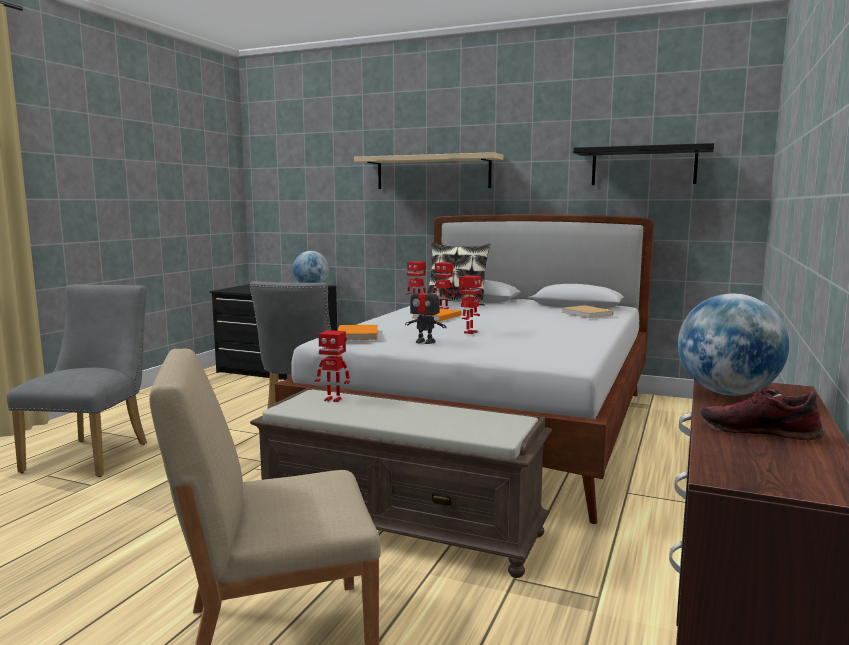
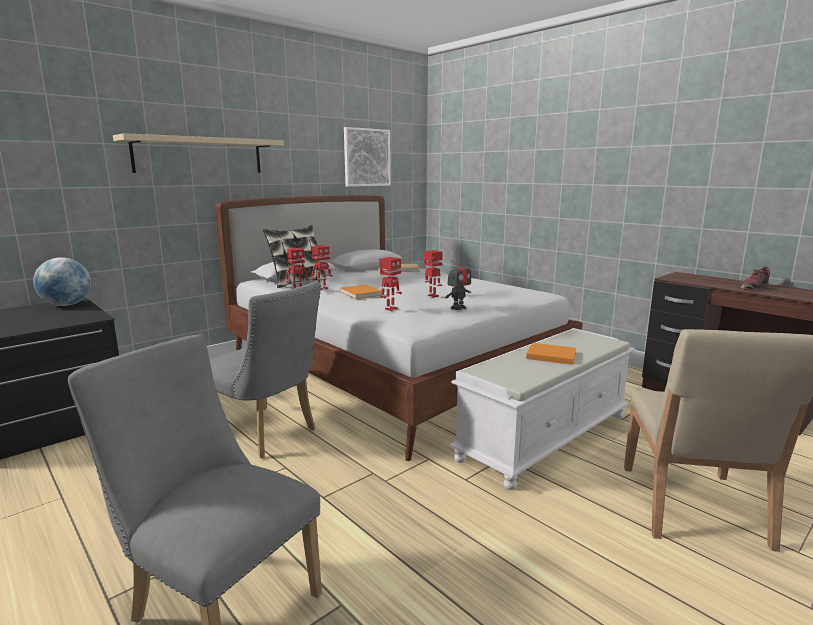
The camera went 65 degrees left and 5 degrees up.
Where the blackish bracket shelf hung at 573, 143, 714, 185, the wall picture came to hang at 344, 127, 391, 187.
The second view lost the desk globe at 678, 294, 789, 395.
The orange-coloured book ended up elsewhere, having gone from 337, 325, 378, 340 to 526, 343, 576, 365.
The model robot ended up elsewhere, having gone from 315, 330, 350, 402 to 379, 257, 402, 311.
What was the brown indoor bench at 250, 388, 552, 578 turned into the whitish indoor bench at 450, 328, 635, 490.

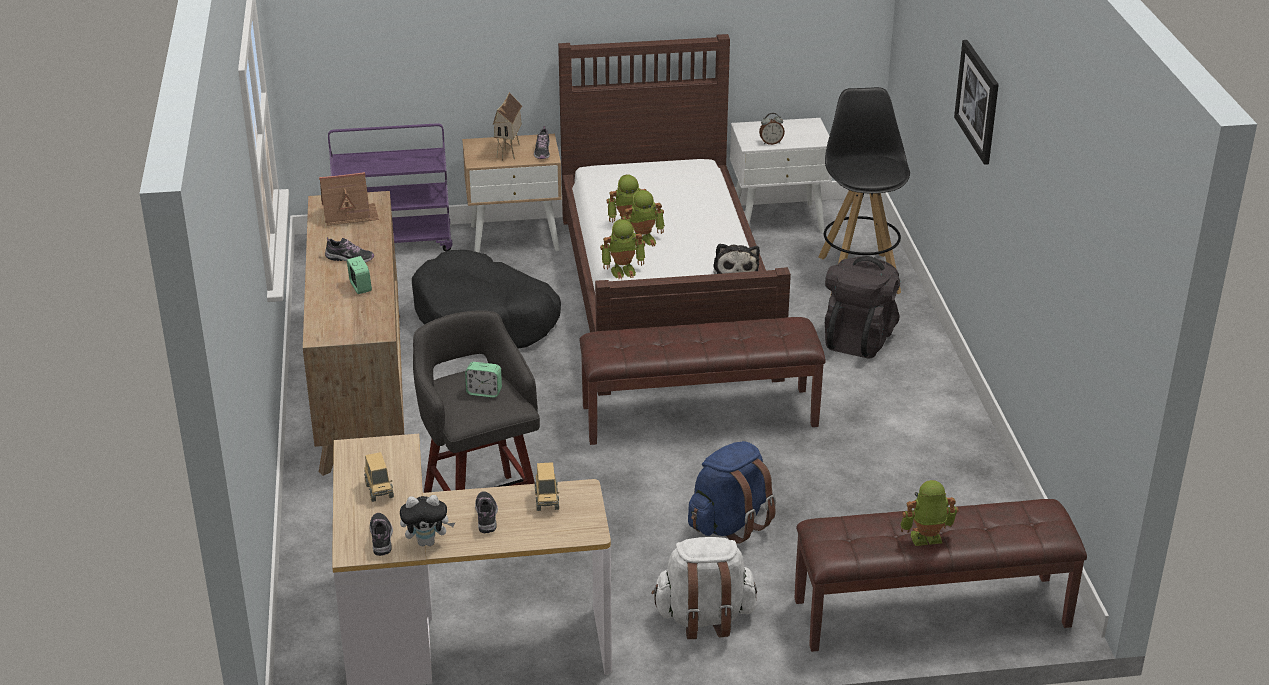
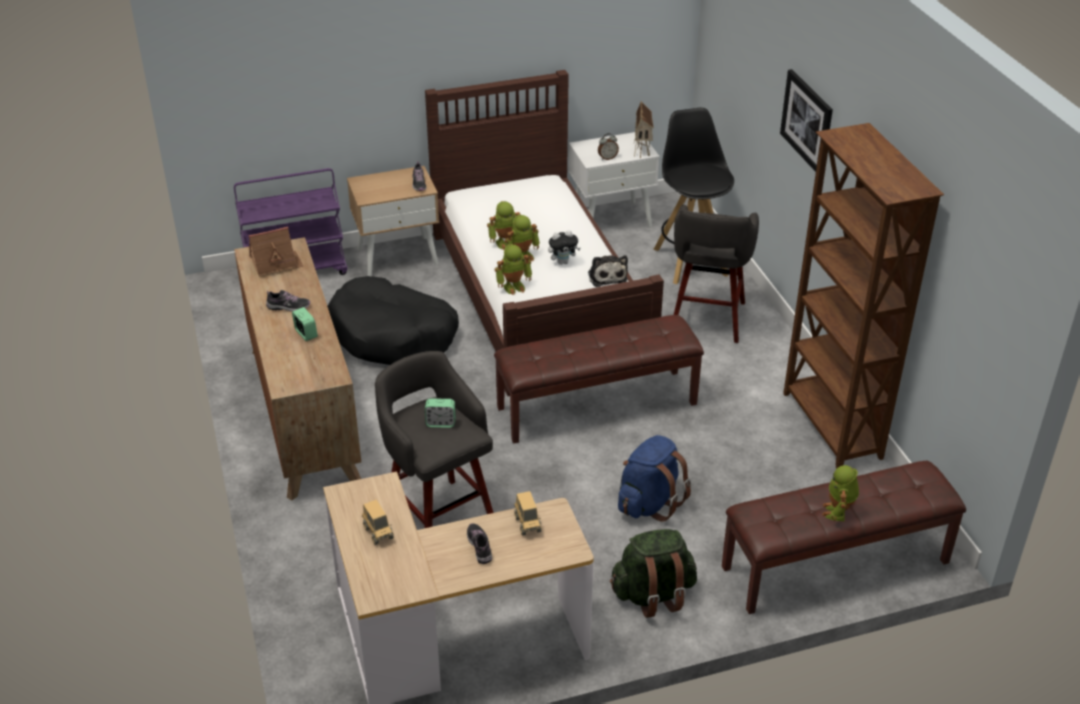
The camera went 10 degrees left and 5 degrees up.
The miniature house ended up elsewhere, having gone from 493, 92, 522, 161 to 634, 102, 654, 158.
Where the blackish backpack stood at 825, 256, 900, 358, the gray stool seat came to stand at 674, 204, 759, 343.
The model robot at 900, 480, 959, 546 ended up facing another way, 60 degrees counterclockwise from before.
The cuddly toy ended up elsewhere, having gone from 400, 495, 455, 546 to 548, 230, 581, 265.
The second view lost the item of footwear at 370, 513, 393, 556.
What was the whitish backpack at 652, 537, 757, 639 turned into the greenish backpack at 610, 529, 697, 618.
The second view gained the brown bookcase at 783, 123, 944, 469.

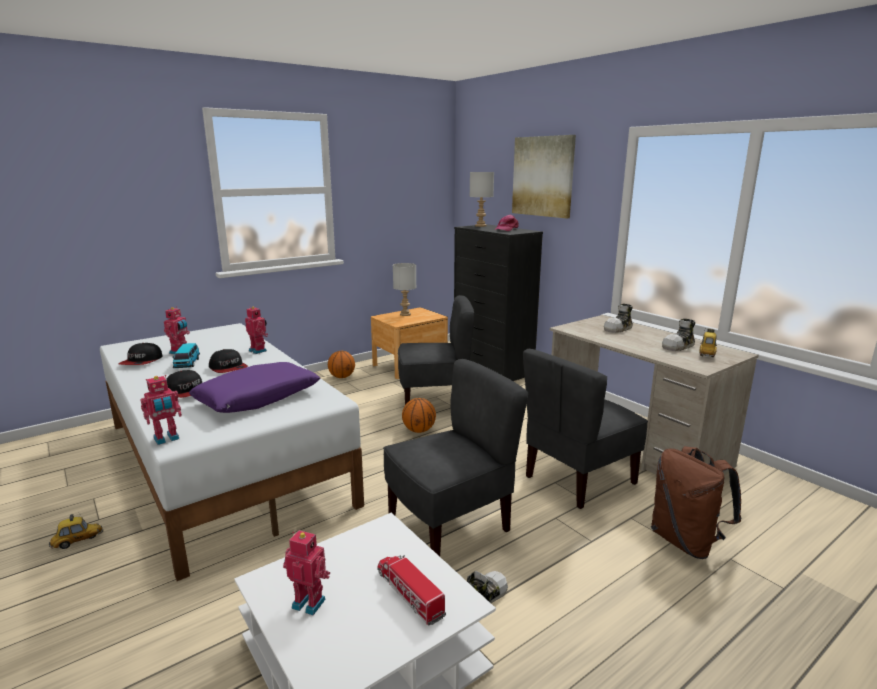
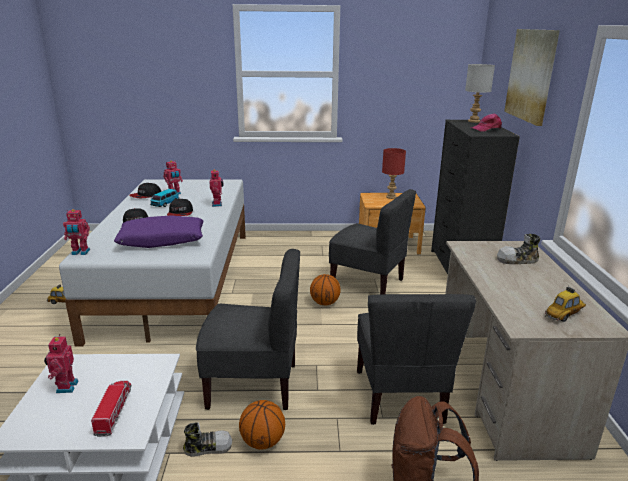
The camera went 35 degrees right and 5 degrees up.
What was the gray tabletop lamp at 393, 263, 416, 316 turned into the red-coloured tabletop lamp at 382, 148, 406, 199.
The second view lost the item of footwear at 662, 319, 695, 351.
The gray plain chair at 523, 349, 648, 509 ended up facing another way, 90 degrees counterclockwise from before.
The basketball ended up elsewhere, having gone from 328, 351, 355, 378 to 239, 400, 285, 450.
The model robot at 283, 530, 330, 615 ended up facing another way, 150 degrees counterclockwise from before.

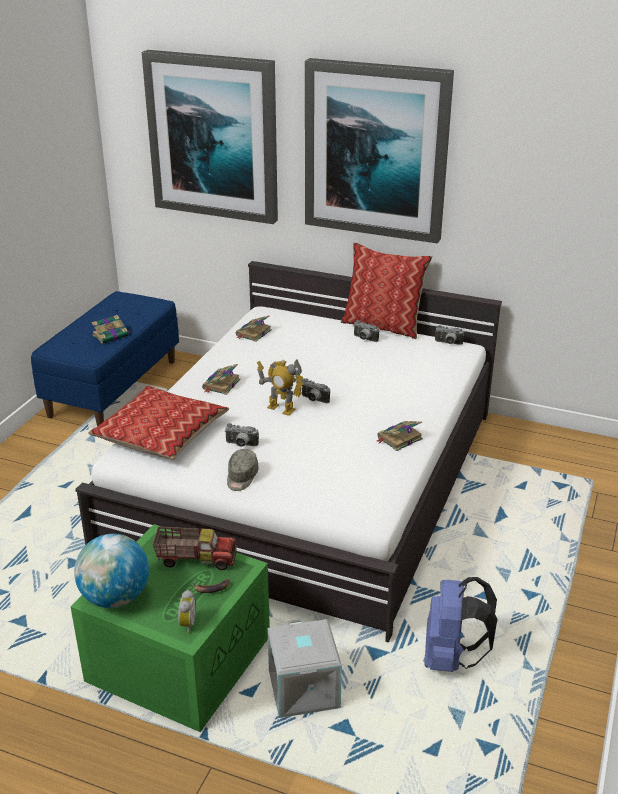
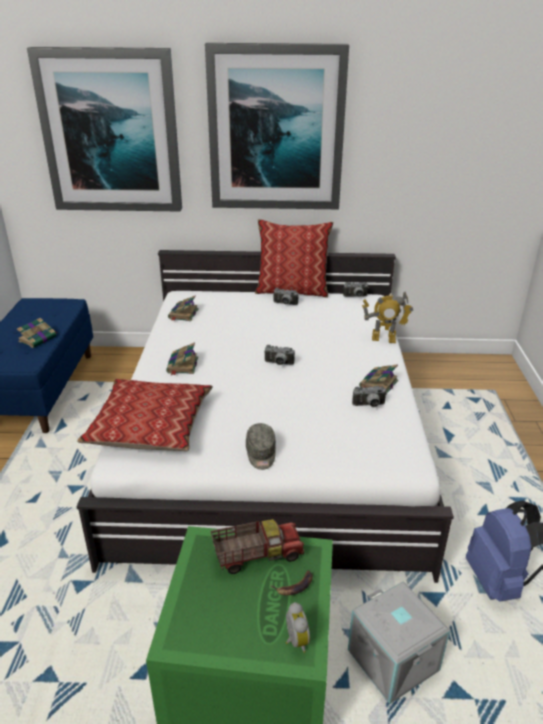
The camera went 20 degrees left and 0 degrees up.
The model robot ended up elsewhere, having gone from 257, 359, 306, 416 to 362, 292, 413, 343.
The still camera ended up elsewhere, having gone from 225, 423, 259, 447 to 352, 386, 386, 407.
The second view lost the desk globe at 74, 534, 149, 608.

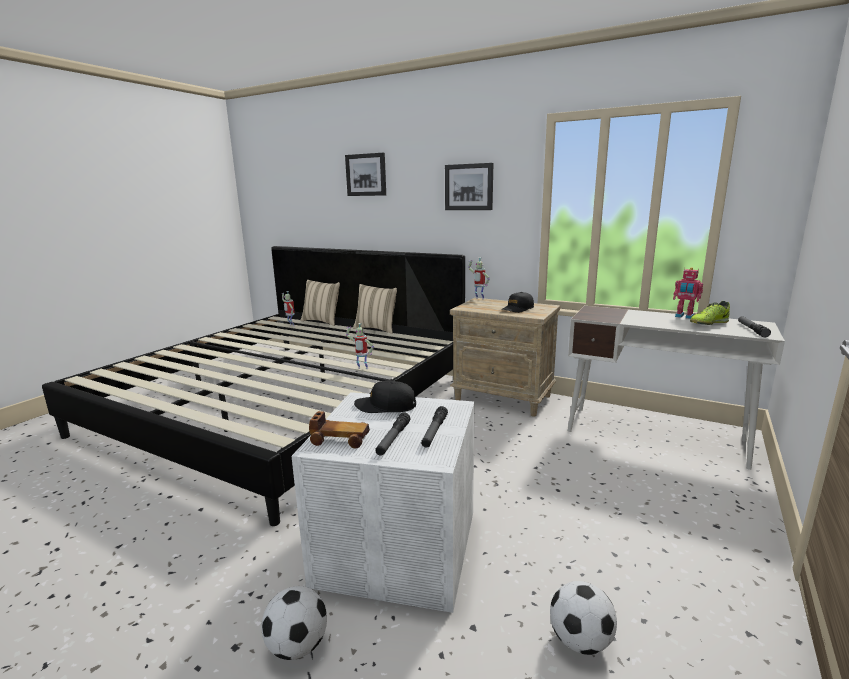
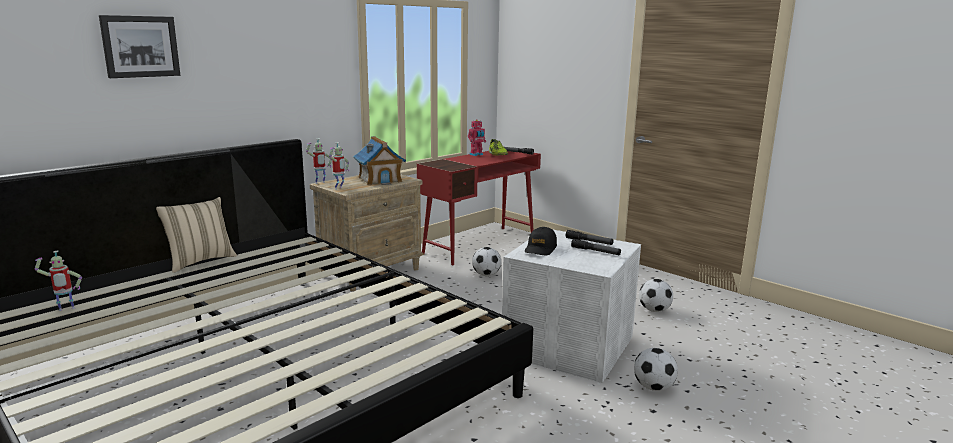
The camera went 75 degrees left and 0 degrees up.
The second view lost the wall picture at 445, 163, 493, 210.
The second view lost the beige cushion at 300, 280, 340, 326.
Where the blackish peaked cap stood at 502, 292, 534, 313, the miniature house came to stand at 353, 136, 406, 185.
What was the whitish desk table at 568, 306, 785, 470 turned into the red-coloured desk table at 417, 151, 541, 265.
The model robot ended up elsewhere, having gone from 346, 323, 374, 369 to 329, 143, 349, 190.
The second view lost the model car at 309, 411, 370, 448.
The second view gained the football at 472, 247, 501, 276.

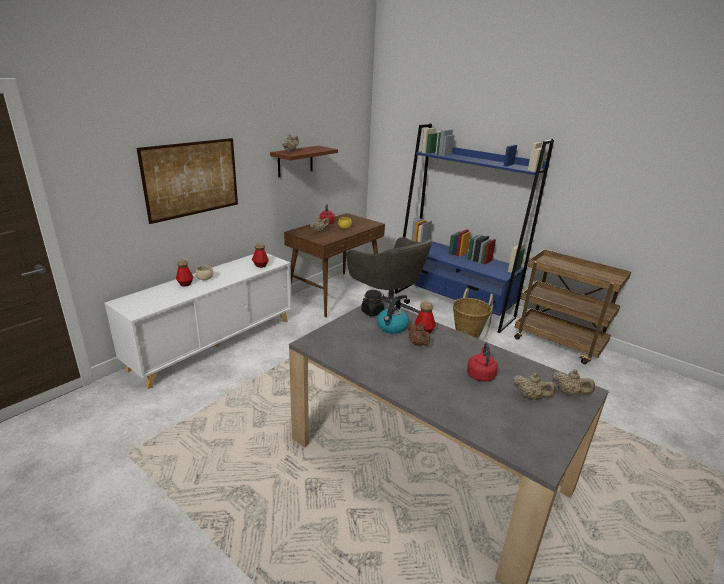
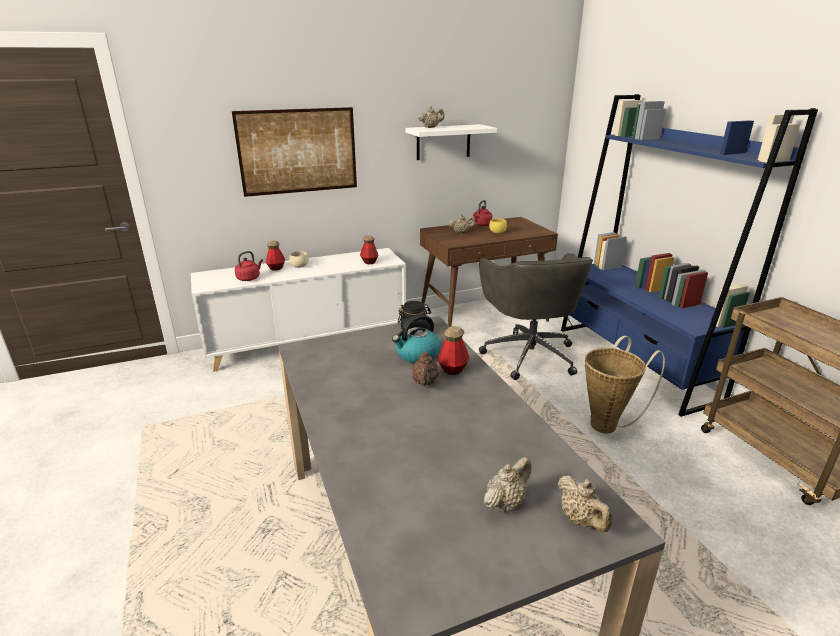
The camera went 30 degrees right and 0 degrees up.
What was the brown bracket shelf at 270, 146, 338, 177 turned into the whitish bracket shelf at 406, 124, 497, 160.
The red-coloured tea kettle ended up elsewhere, having gone from 467, 343, 498, 382 to 235, 251, 263, 281.
The beige tea pot at 513, 372, 555, 399 ended up facing another way, 105 degrees counterclockwise from before.

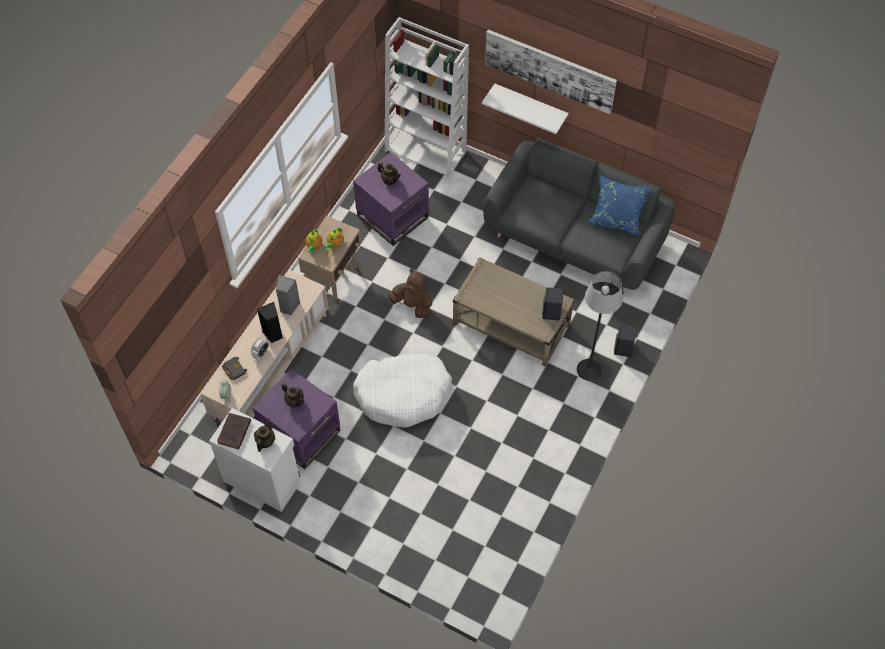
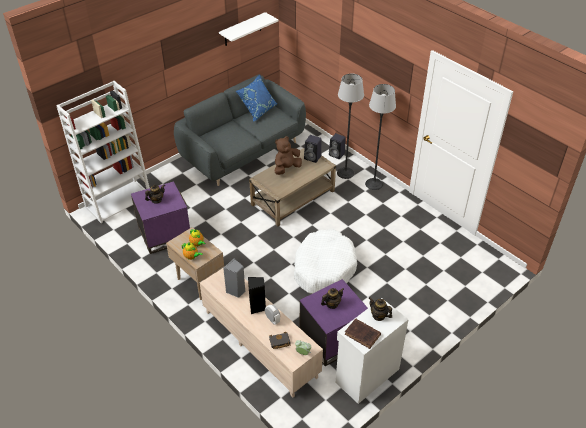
The camera went 70 degrees left and 15 degrees down.
The second view lost the wall picture at 485, 30, 617, 114.
The whitish bracket shelf ended up elsewhere, having gone from 482, 84, 569, 134 to 219, 12, 278, 46.
The brown cuddly toy ended up elsewhere, having gone from 388, 269, 432, 318 to 275, 136, 302, 175.
The second view gained the floor lamp at 365, 84, 396, 190.

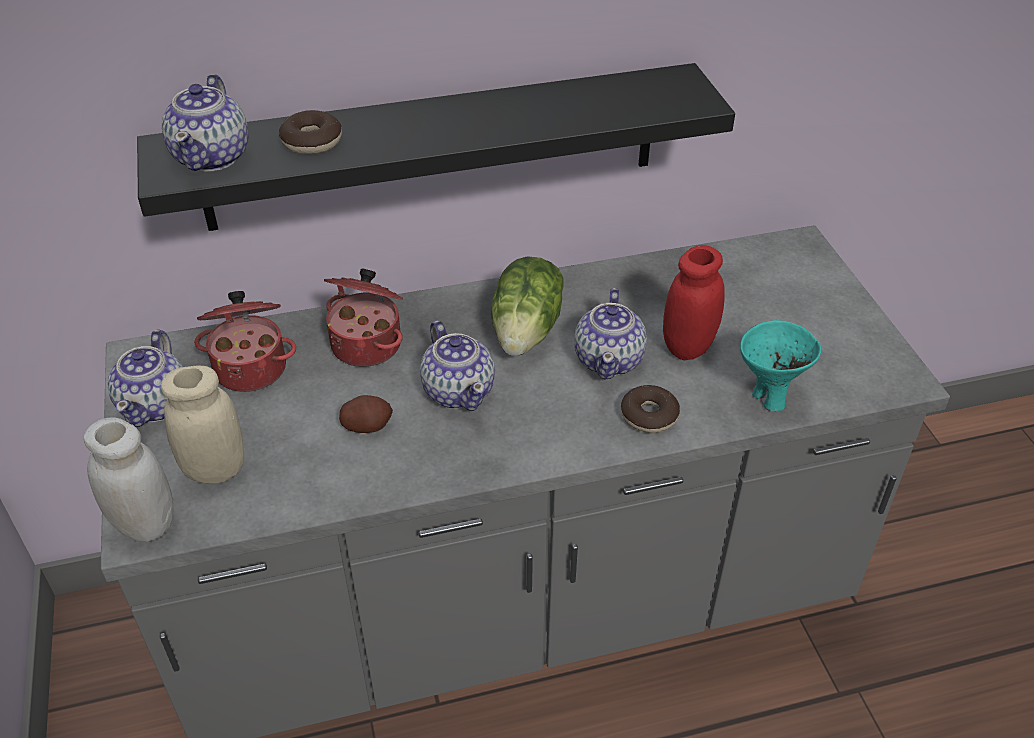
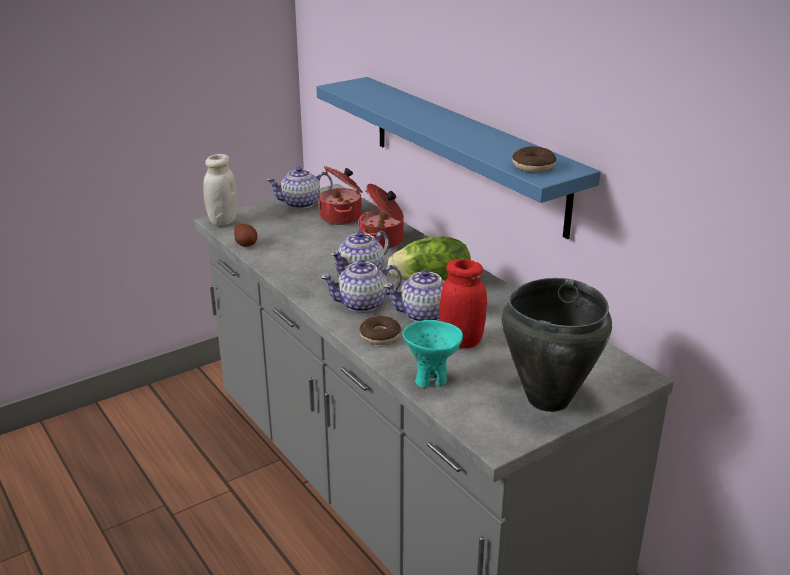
The camera went 70 degrees right and 15 degrees down.
What was the blackish bracket shelf at 137, 63, 735, 231 turned into the blue bracket shelf at 316, 77, 601, 239.
The tea pot ended up elsewhere, having gone from 162, 74, 249, 172 to 320, 260, 402, 312.
The donut ended up elsewhere, having gone from 279, 110, 342, 154 to 512, 146, 556, 173.
The second view lost the beige jar at 161, 366, 244, 483.
The spud ended up elsewhere, having gone from 339, 395, 393, 433 to 234, 224, 257, 247.
The second view gained the blackish stockpot at 502, 278, 612, 412.

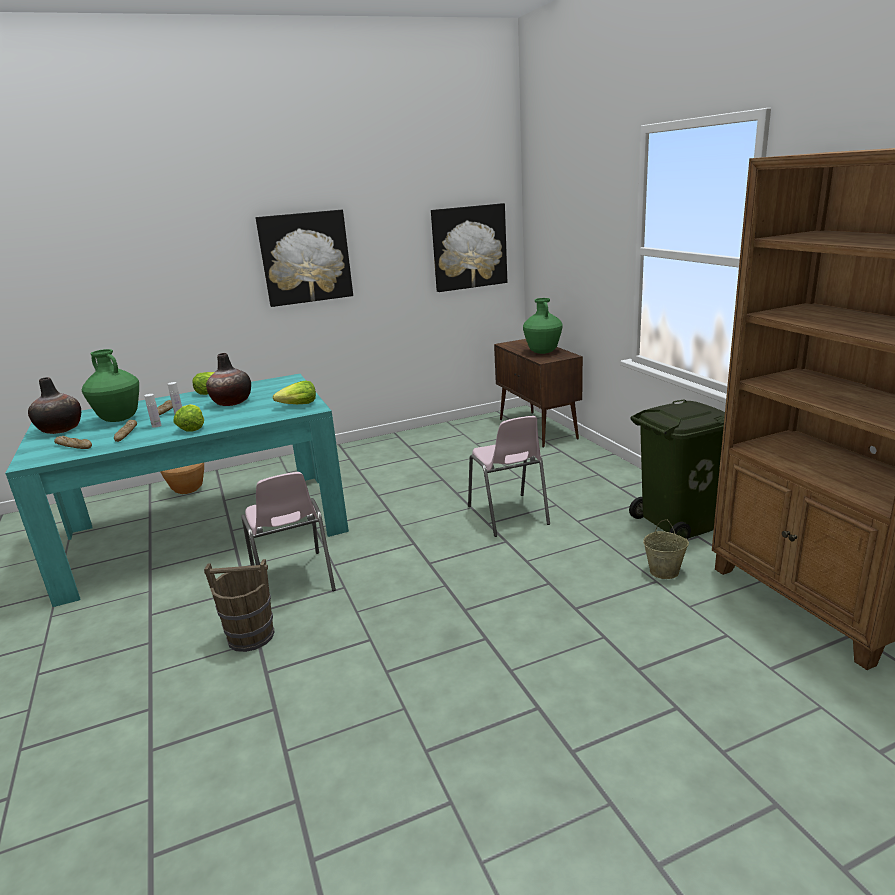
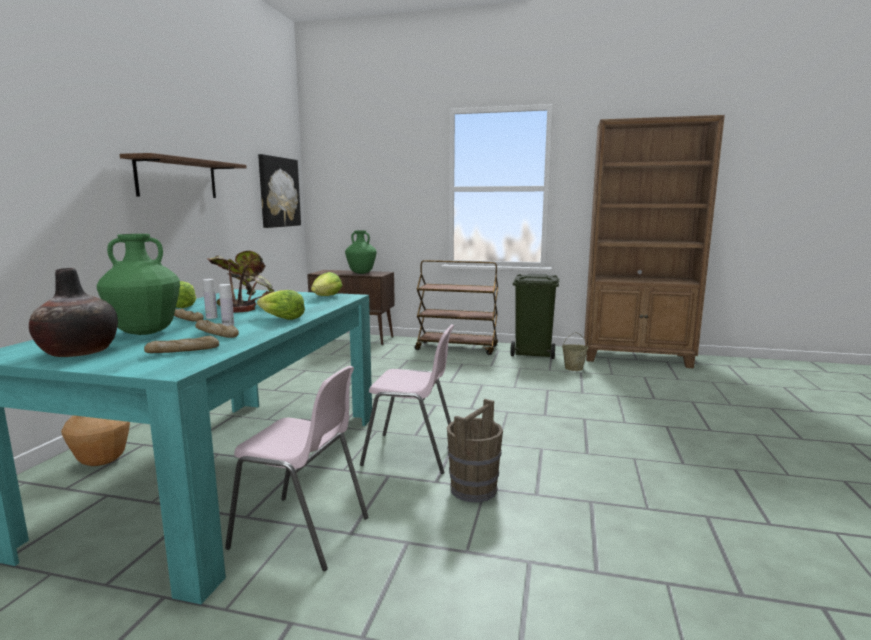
The camera went 55 degrees left and 10 degrees down.
Where the wall picture hung at 256, 210, 353, 307, the bracket shelf came to hang at 120, 153, 247, 198.
Where the vase stood at 206, 353, 251, 406, the plant in a pot came to stand at 207, 250, 275, 312.
The pink-coloured plain chair ended up elsewhere, having gone from 468, 416, 550, 537 to 225, 366, 369, 571.
The second view gained the brown cart at 414, 260, 498, 355.

